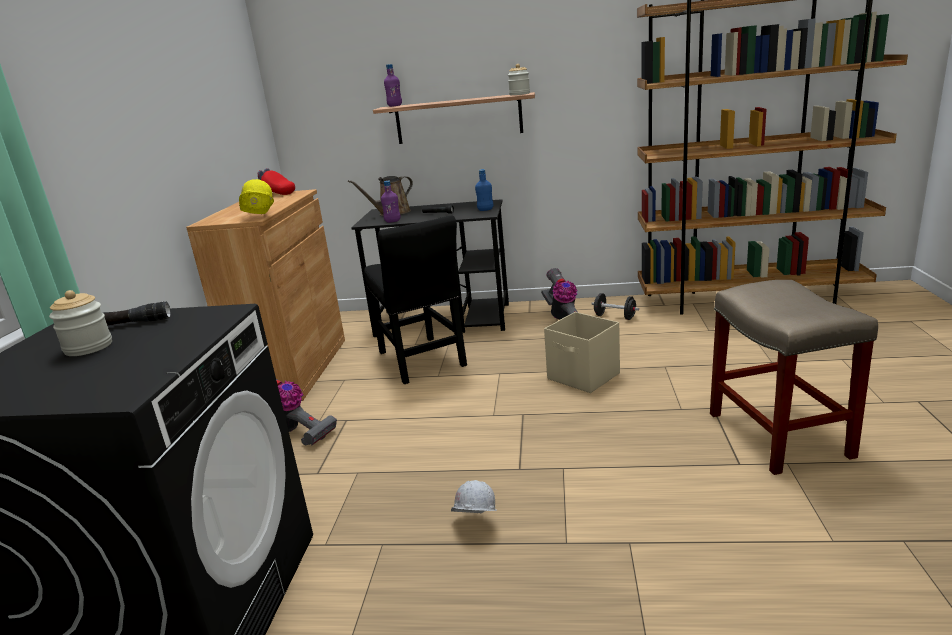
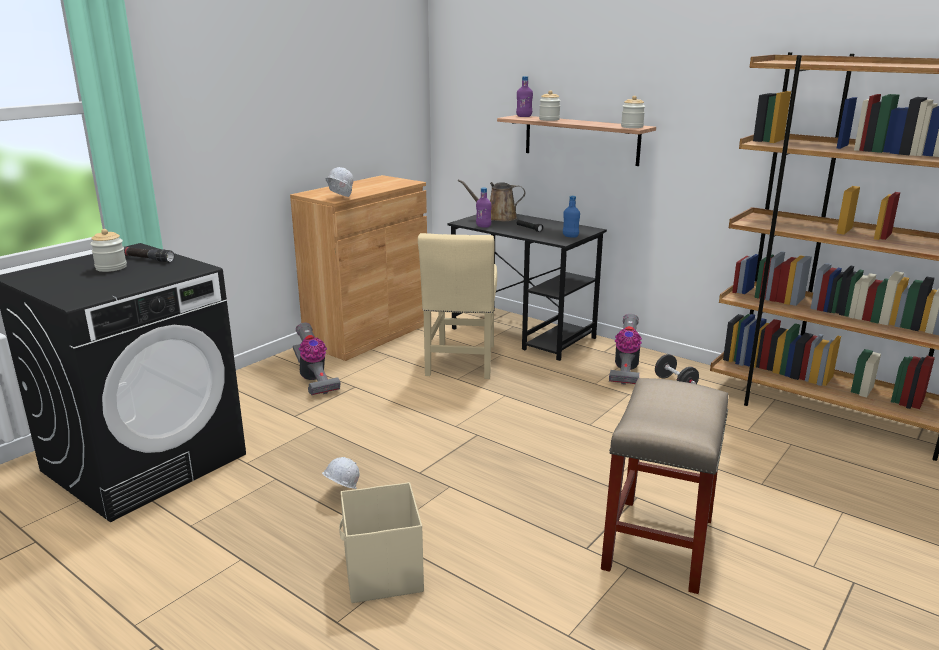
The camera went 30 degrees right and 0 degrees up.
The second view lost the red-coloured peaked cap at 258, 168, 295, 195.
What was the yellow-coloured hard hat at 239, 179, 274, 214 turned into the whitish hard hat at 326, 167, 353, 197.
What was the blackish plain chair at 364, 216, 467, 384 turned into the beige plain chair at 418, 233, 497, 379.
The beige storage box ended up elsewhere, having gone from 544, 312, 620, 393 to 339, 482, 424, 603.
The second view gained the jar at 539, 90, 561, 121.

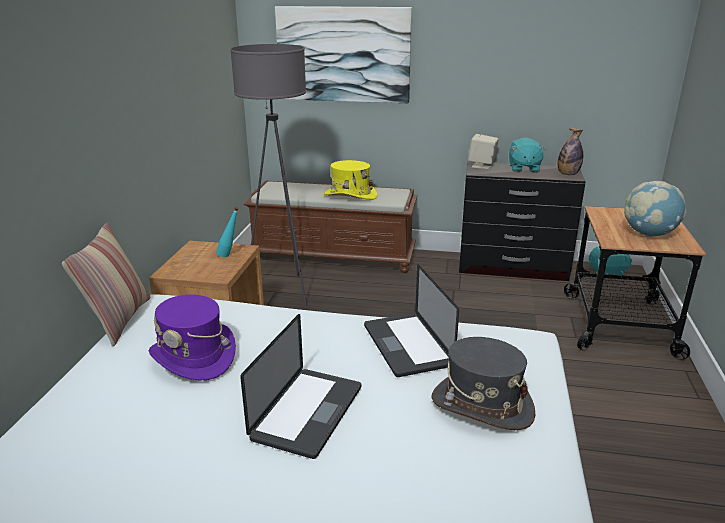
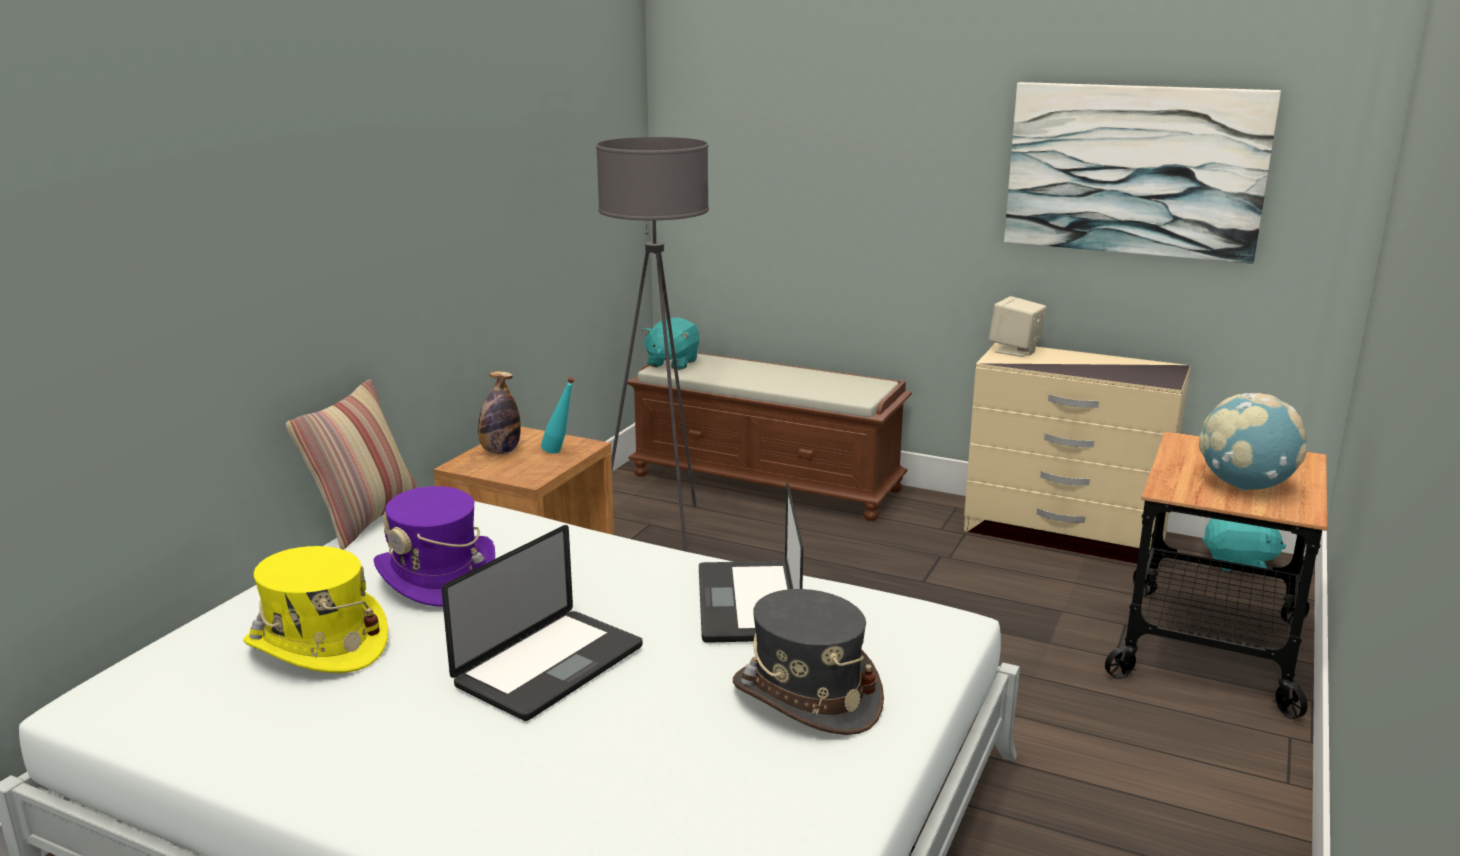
The camera went 15 degrees right and 5 degrees down.
The wall picture ended up elsewhere, having gone from 275, 6, 412, 103 to 1004, 82, 1281, 264.
The drink bottle ended up elsewhere, having gone from 558, 128, 583, 175 to 478, 371, 521, 454.
The turquoise cuddly toy ended up elsewhere, having gone from 509, 138, 547, 173 to 642, 317, 700, 370.
The yellow-coloured wearable hat ended up elsewhere, having gone from 324, 160, 377, 200 to 244, 546, 388, 673.
What was the blackish chest of drawers at 459, 161, 586, 281 turned into the beige chest of drawers at 964, 343, 1191, 564.

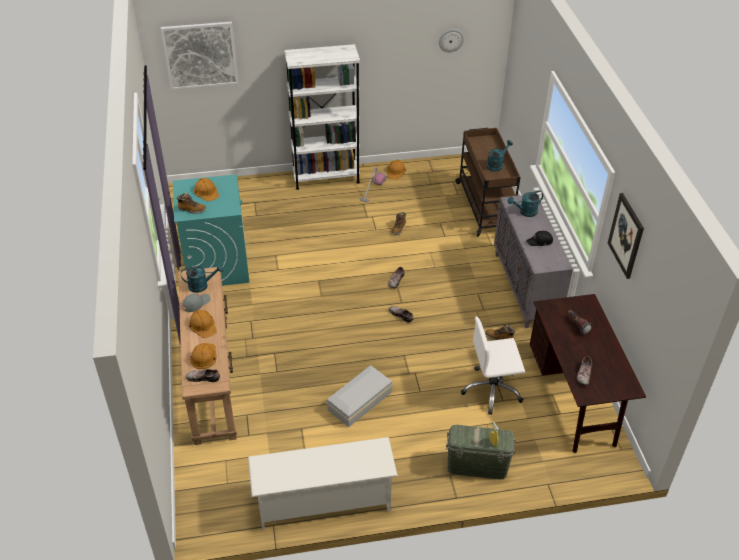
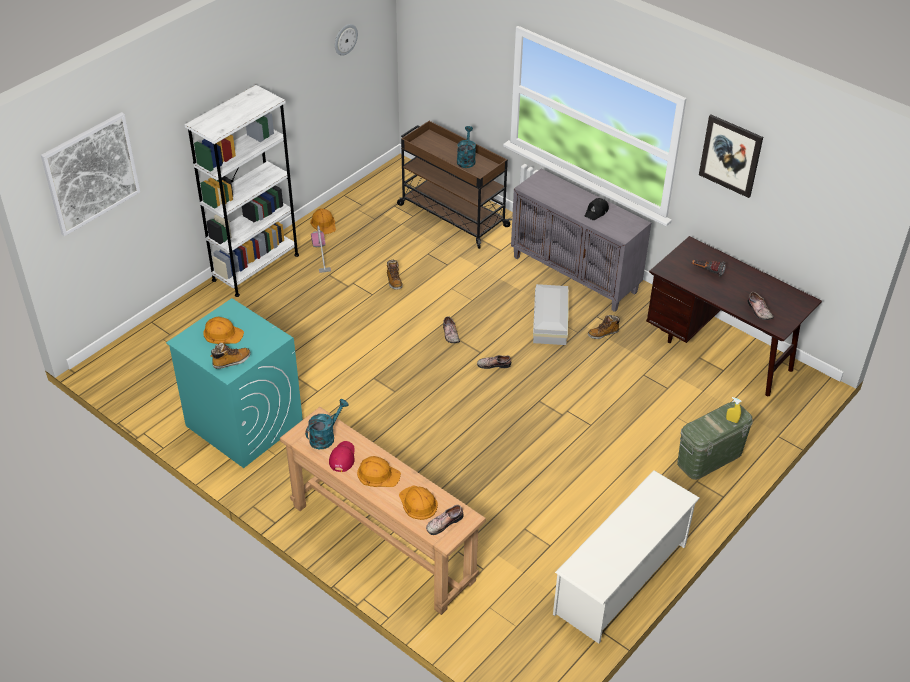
The camera went 40 degrees left and 0 degrees up.
The second view lost the turquoise watering pot at 508, 191, 543, 217.
What was the gray peaked cap at 182, 293, 210, 312 turned into the red-coloured peaked cap at 329, 441, 355, 472.
The second view lost the whitish office chair at 461, 317, 525, 415.
The whitish storage box ended up elsewhere, having gone from 326, 365, 393, 427 to 533, 284, 569, 345.

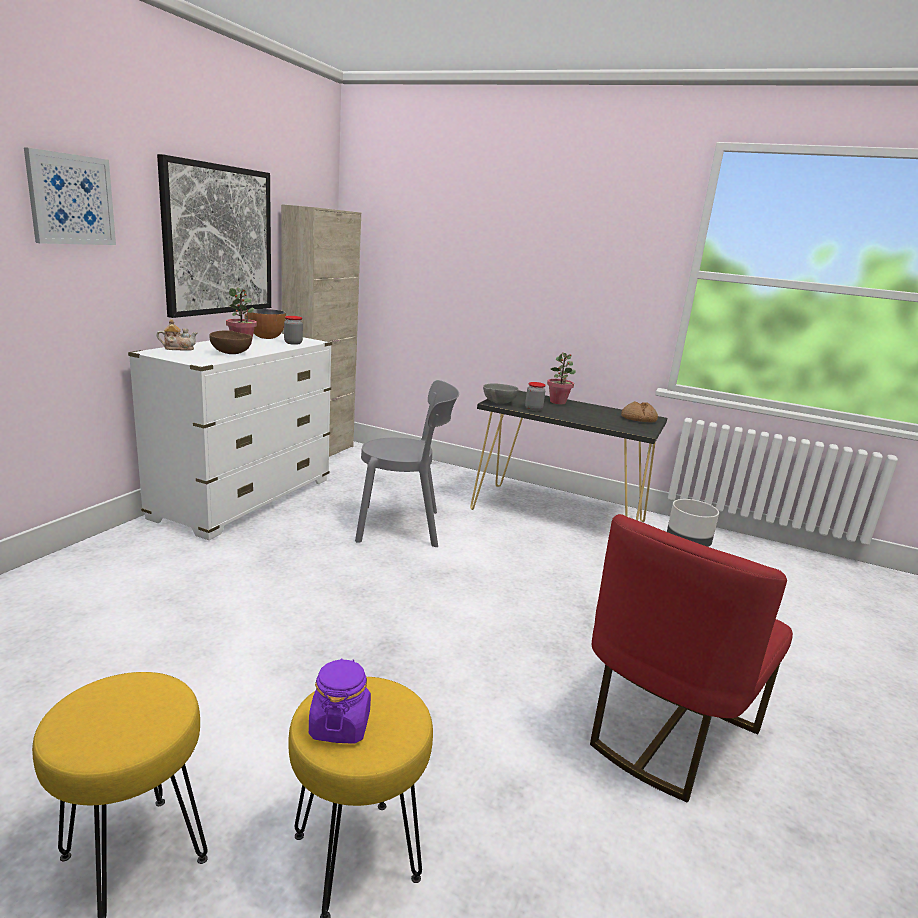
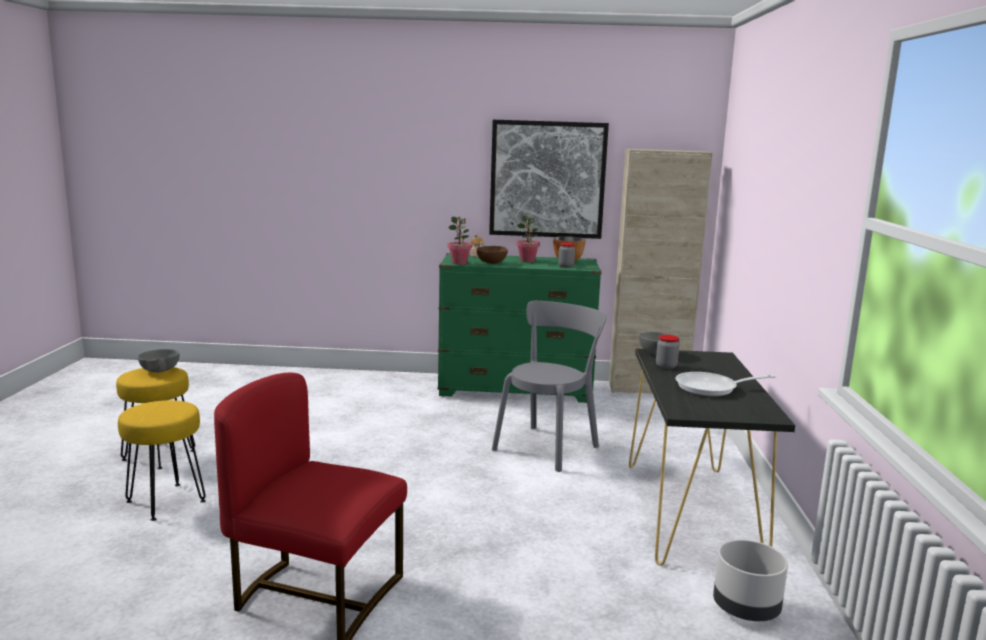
The camera went 70 degrees right and 5 degrees down.
The second view lost the wall picture at 24, 147, 116, 245.
What was the whitish chest of drawers at 128, 334, 332, 540 turned into the greenish chest of drawers at 438, 253, 602, 403.
The plant in a pot ended up elsewhere, having gone from 547, 352, 576, 404 to 448, 216, 472, 265.
The gray plain chair at 355, 380, 459, 547 ended up facing another way, 120 degrees counterclockwise from before.
The second view lost the bread at 621, 401, 658, 422.
The second view lost the purple jar at 309, 658, 371, 744.
The second view gained the gray bowl at 138, 349, 179, 373.
The second view gained the frying pan at 676, 372, 776, 397.

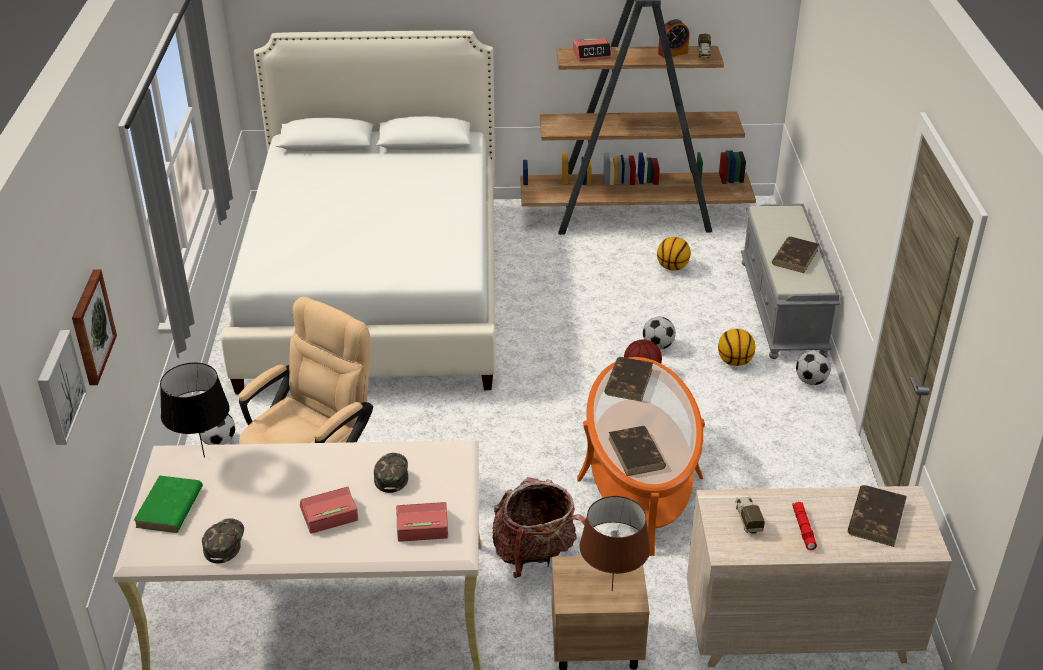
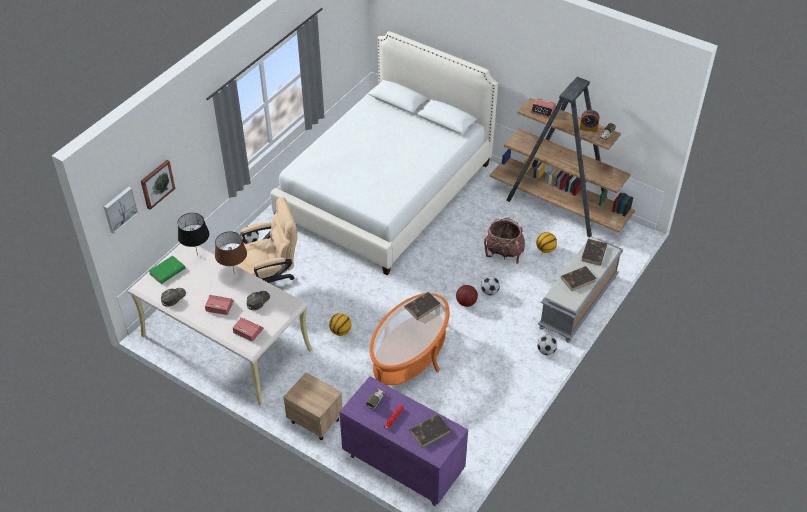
The camera went 35 degrees right and 10 degrees up.
The basketball ended up elsewhere, having gone from 718, 329, 755, 366 to 329, 313, 351, 336.
The brown book ended up elsewhere, having gone from 609, 426, 666, 476 to 581, 239, 607, 265.
The backpack ended up elsewhere, having gone from 492, 477, 586, 578 to 484, 217, 525, 264.
What was the beige chest of drawers at 687, 486, 952, 667 turned into the purple chest of drawers at 339, 376, 468, 506.
The brown tabletop lamp ended up elsewhere, having gone from 579, 496, 650, 591 to 215, 231, 247, 271.

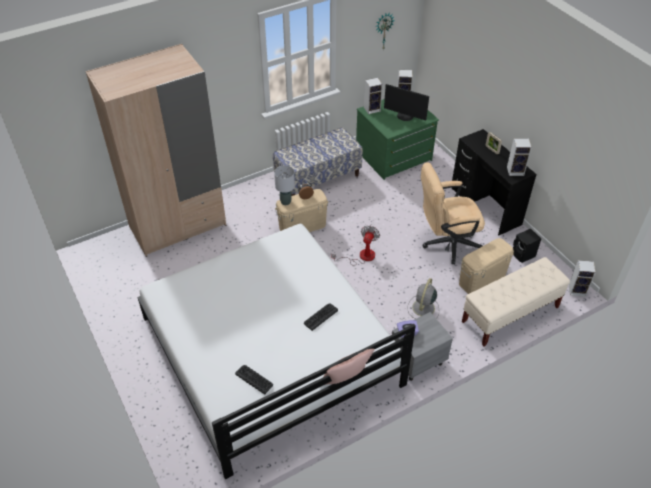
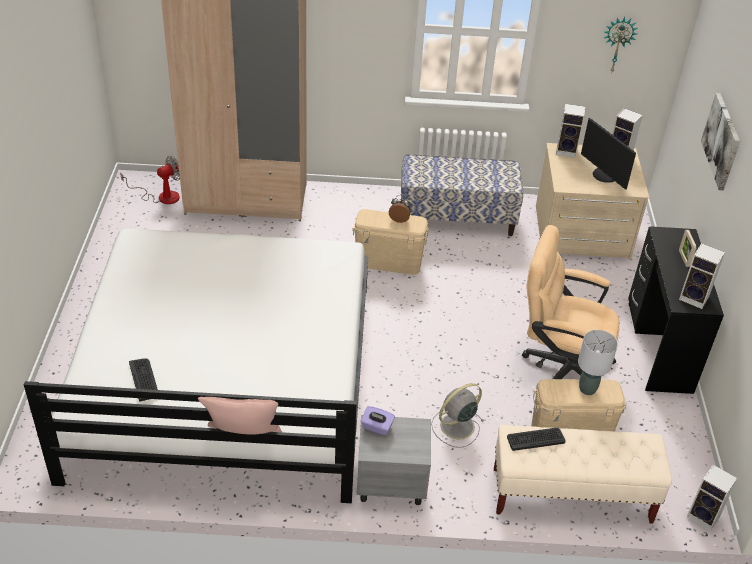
The camera went 30 degrees right and 5 degrees down.
What was the greenish chest of drawers at 356, 99, 439, 180 turned into the beige chest of drawers at 536, 143, 649, 260.
The gray tabletop lamp ended up elsewhere, having gone from 274, 165, 295, 205 to 578, 330, 618, 395.
The electric fan ended up elsewhere, having gone from 332, 226, 380, 265 to 120, 156, 180, 204.
The second view lost the blackish audio speaker at 513, 228, 541, 263.
The computer keyboard ended up elsewhere, having gone from 304, 303, 338, 331 to 507, 428, 566, 451.
The second view gained the wall picture at 701, 93, 740, 190.

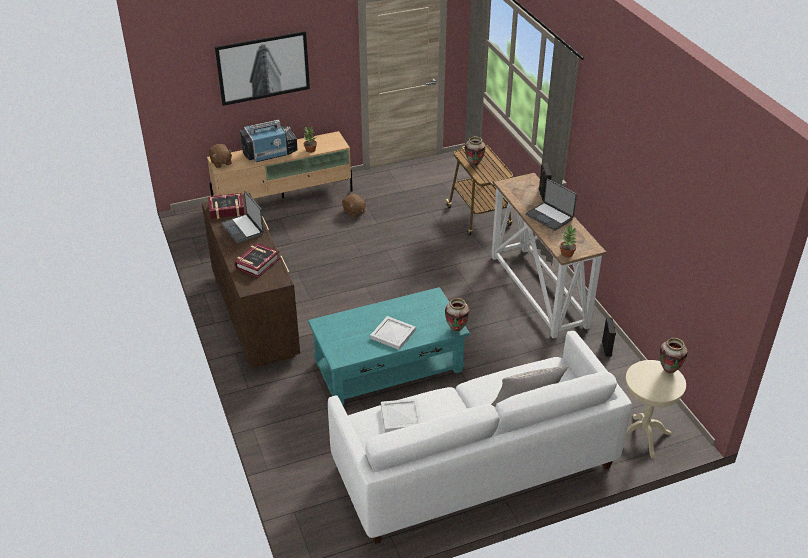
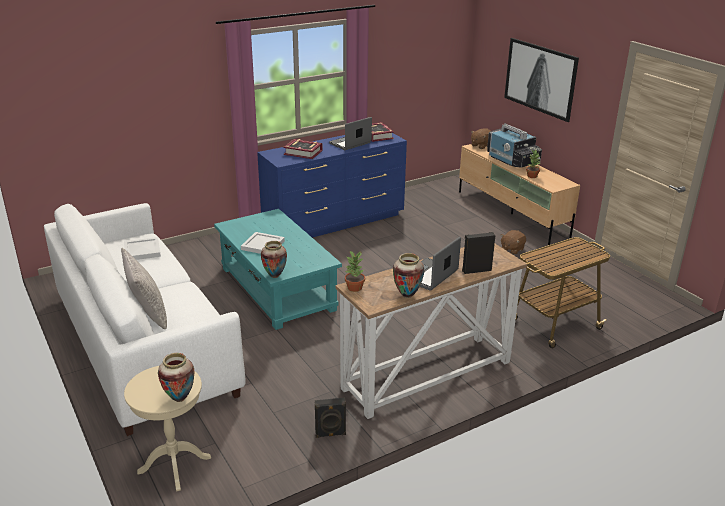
The camera went 80 degrees right and 10 degrees down.
The vase ended up elsewhere, having gone from 465, 137, 486, 166 to 393, 253, 425, 298.
What was the brown chest of drawers at 202, 193, 300, 368 turned into the blue chest of drawers at 257, 133, 407, 238.

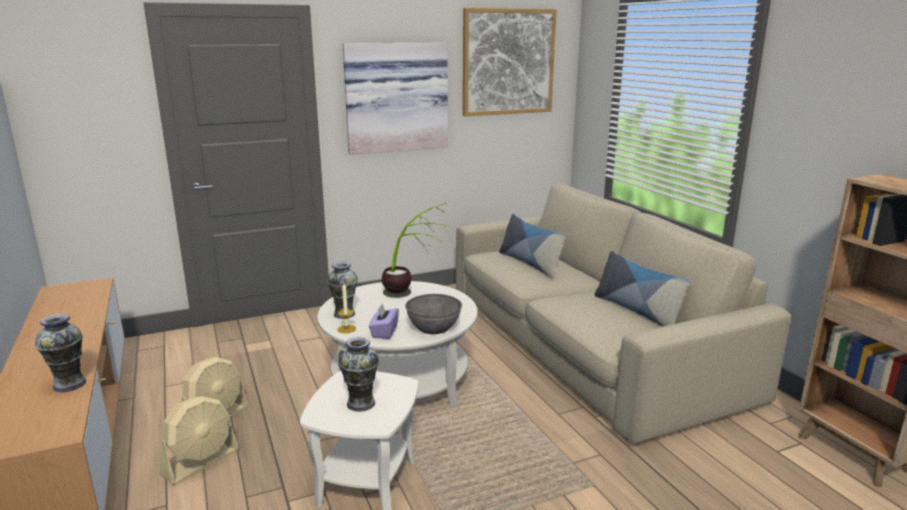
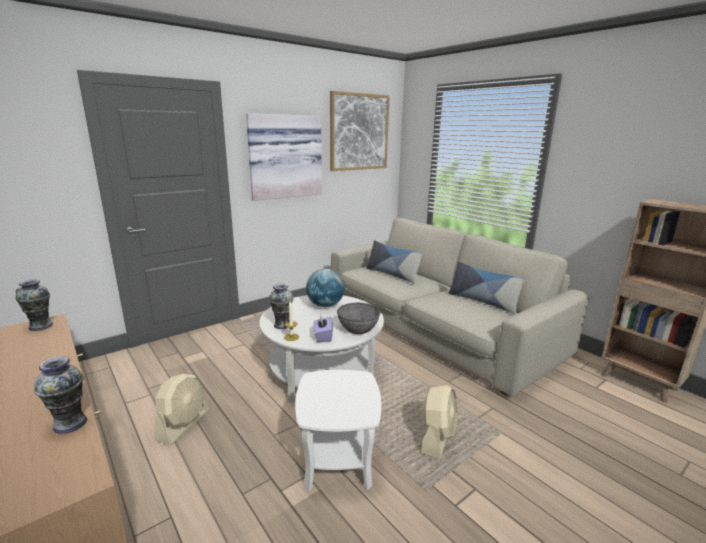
The camera went 15 degrees left and 0 degrees up.
Where the plant in a pot stood at 382, 203, 449, 298, the desk globe came to stand at 306, 269, 345, 307.
The vase ended up elsewhere, having gone from 338, 337, 379, 411 to 16, 279, 53, 331.
The beige electric fan ended up elsewhere, having gone from 159, 396, 239, 485 to 421, 385, 457, 459.

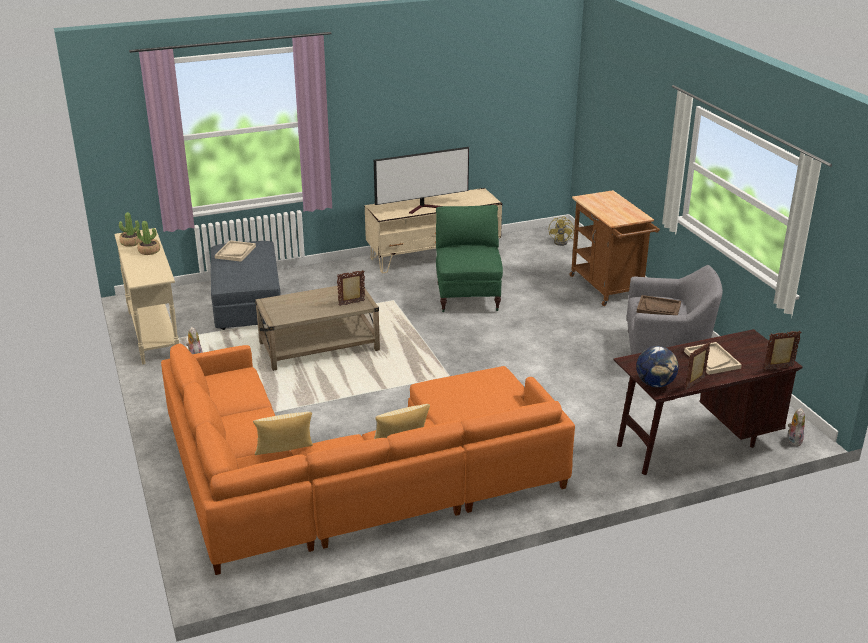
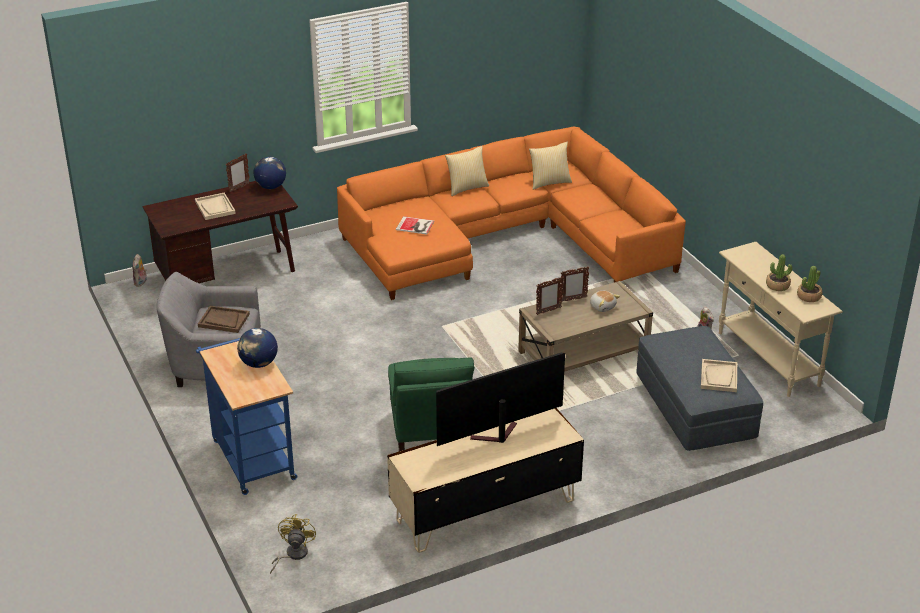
The camera went 175 degrees right and 5 degrees up.
What was the brown cart at 569, 190, 660, 306 turned into the blue cart at 196, 338, 297, 495.
The standing frame ended up elsewhere, having gone from 764, 331, 802, 371 to 560, 266, 589, 301.
The second view gained the book at 396, 216, 434, 235.
The second view gained the cuddly toy at 590, 291, 620, 312.
The second view gained the desk globe at 237, 328, 278, 368.

